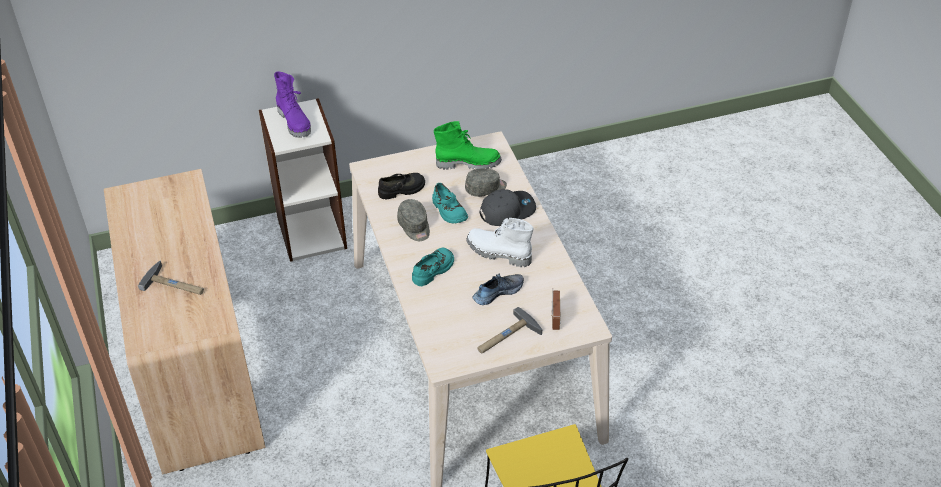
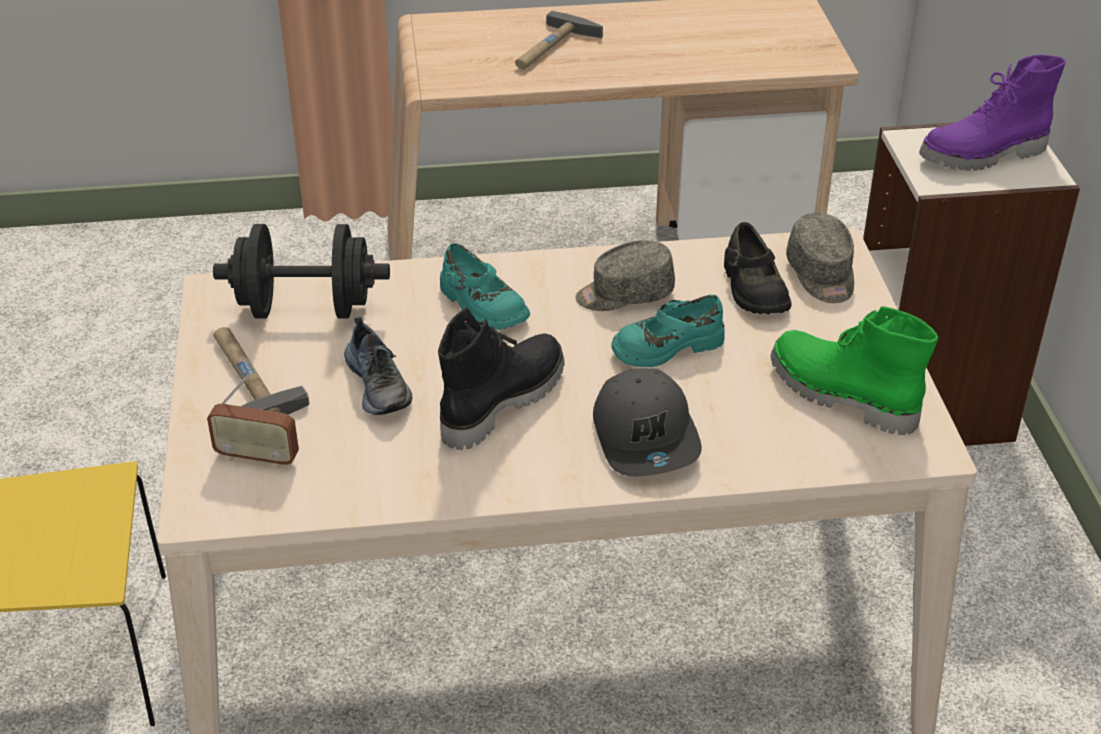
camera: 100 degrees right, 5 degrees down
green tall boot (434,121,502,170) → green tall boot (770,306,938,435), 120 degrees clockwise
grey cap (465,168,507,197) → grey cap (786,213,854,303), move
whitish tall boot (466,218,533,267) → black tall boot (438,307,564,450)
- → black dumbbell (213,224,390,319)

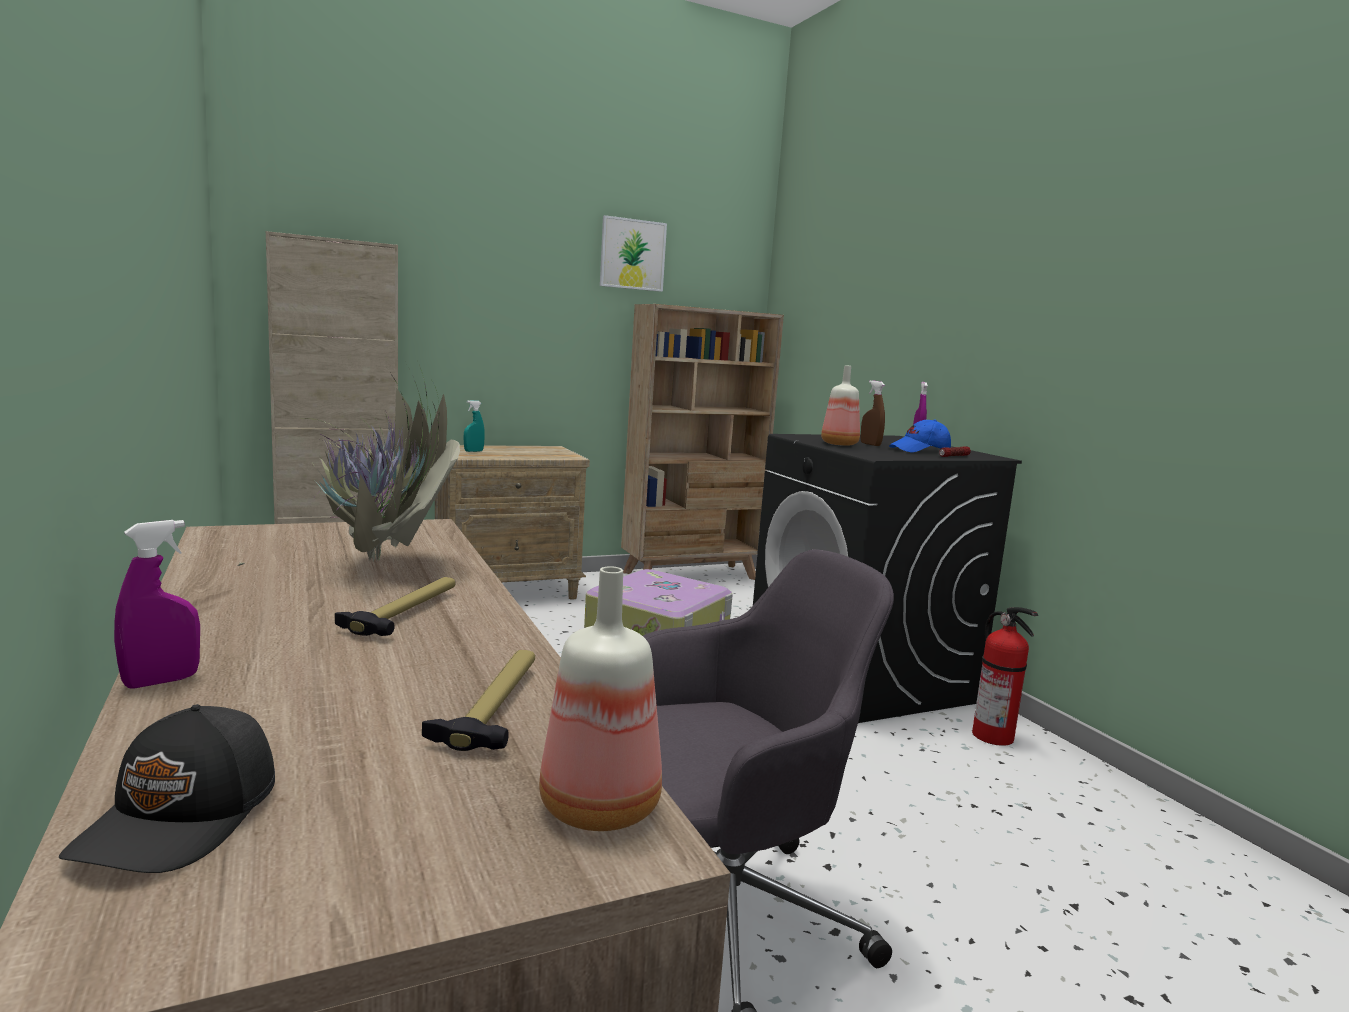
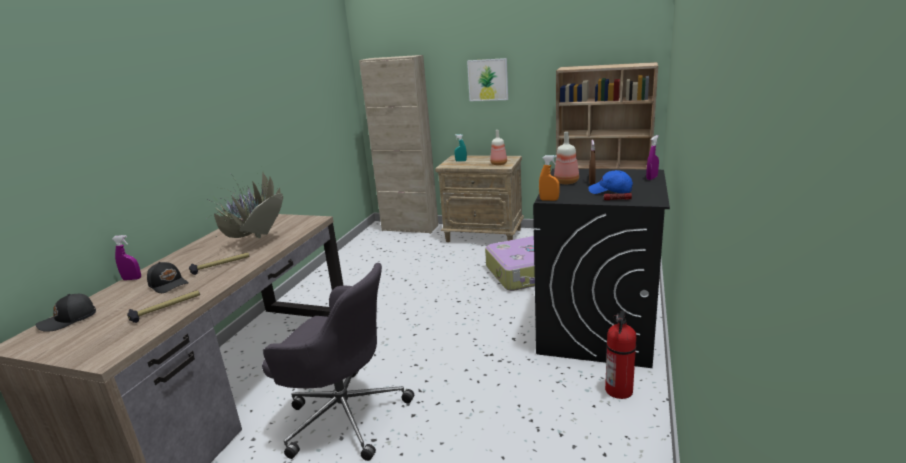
camera: 45 degrees right, 10 degrees up
drink bottle (539,566,662,831) → drink bottle (490,130,507,165), move
wall picture (600,215,667,292) → wall picture (467,58,508,101), move
- → black cap (147,262,189,293)
- → orangey hand sprayer (539,155,560,201)

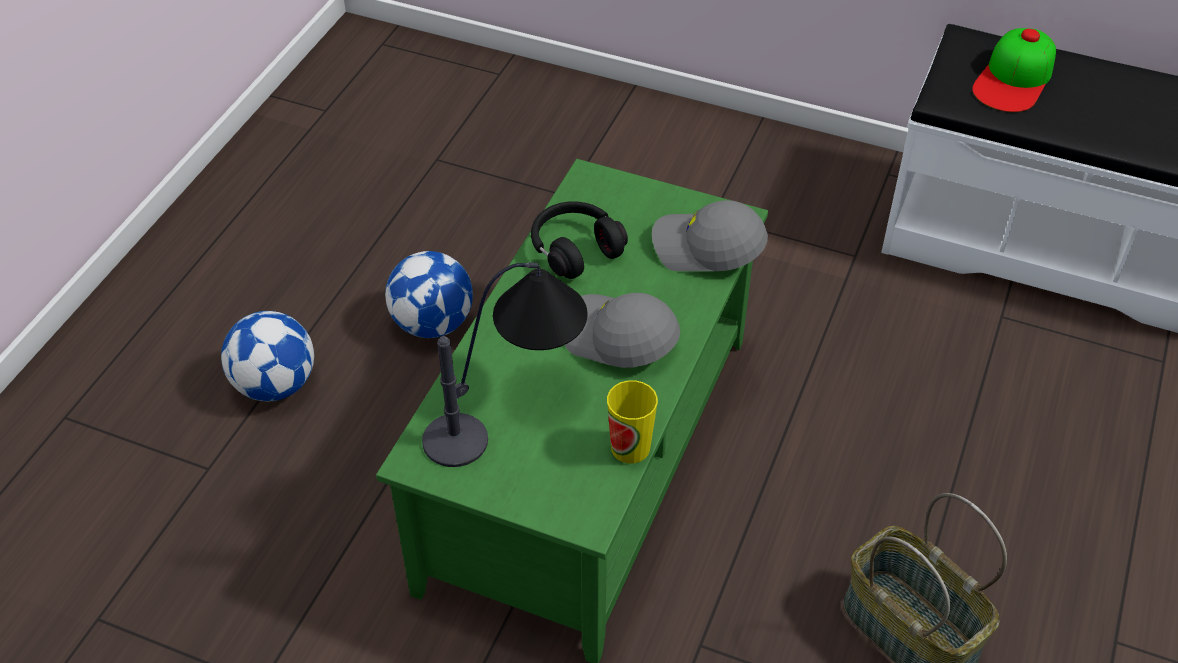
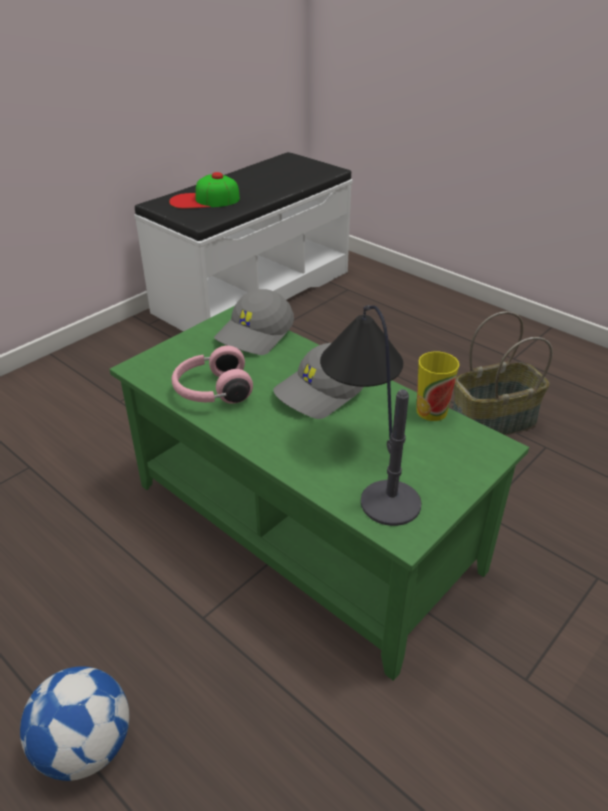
camera: 70 degrees left, 10 degrees down
football ball (385,251,473,338) → -
black headphones (531,201,628,279) → pink-coloured headphones (172,346,253,404)
cap (972,28,1056,112) → cap (169,172,240,209), 120 degrees clockwise

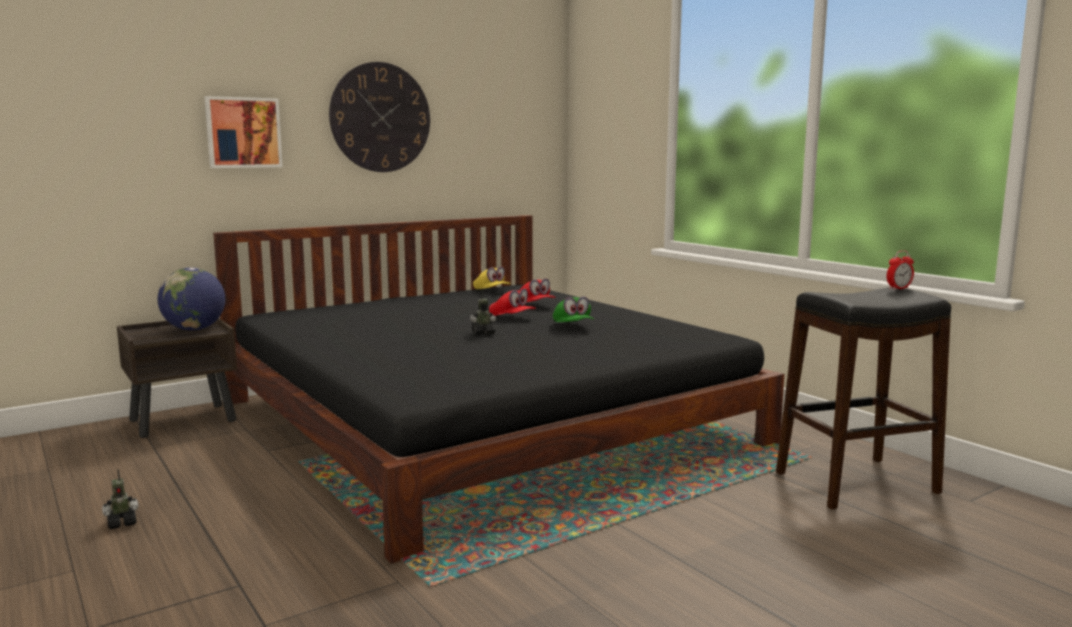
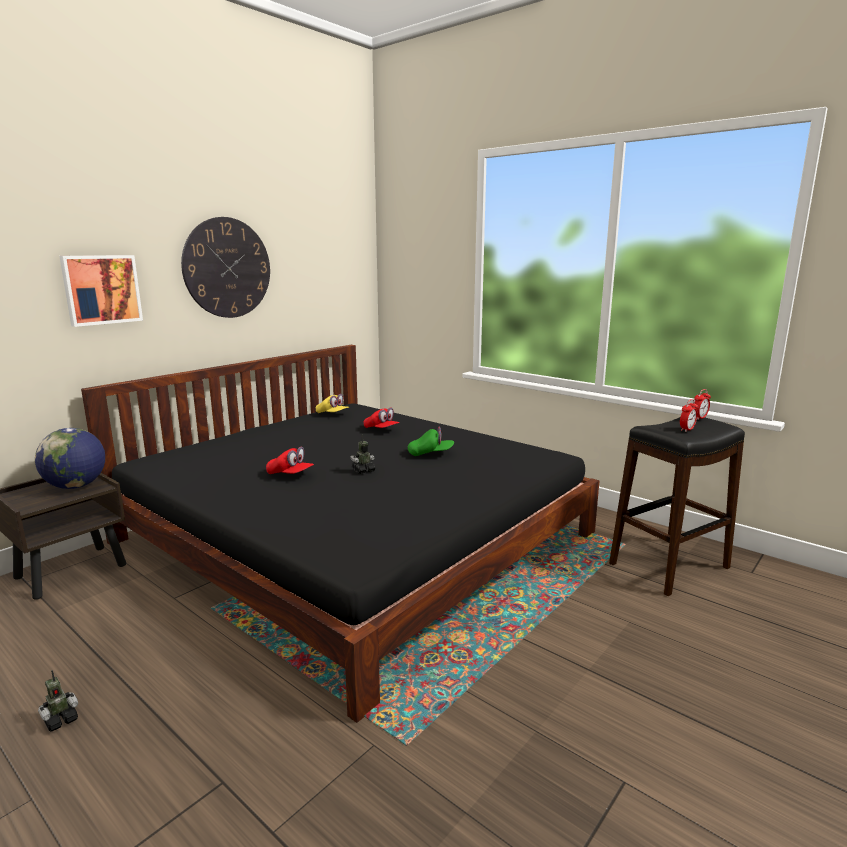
camera: 15 degrees left, 5 degrees up
reddish cap (489,289,536,316) → reddish cap (266,447,314,474), move
green cap (553,296,594,322) → green cap (408,426,454,456), 60 degrees counterclockwise
- → table clock (680,399,698,432)

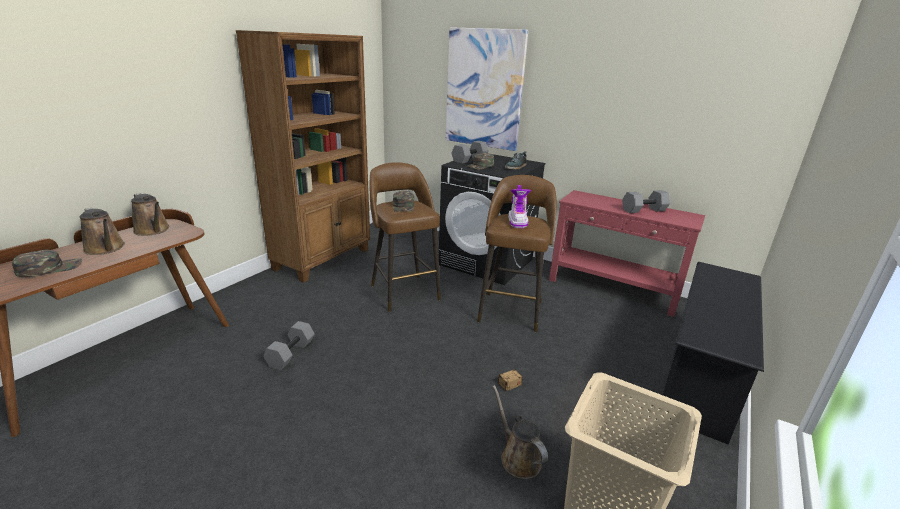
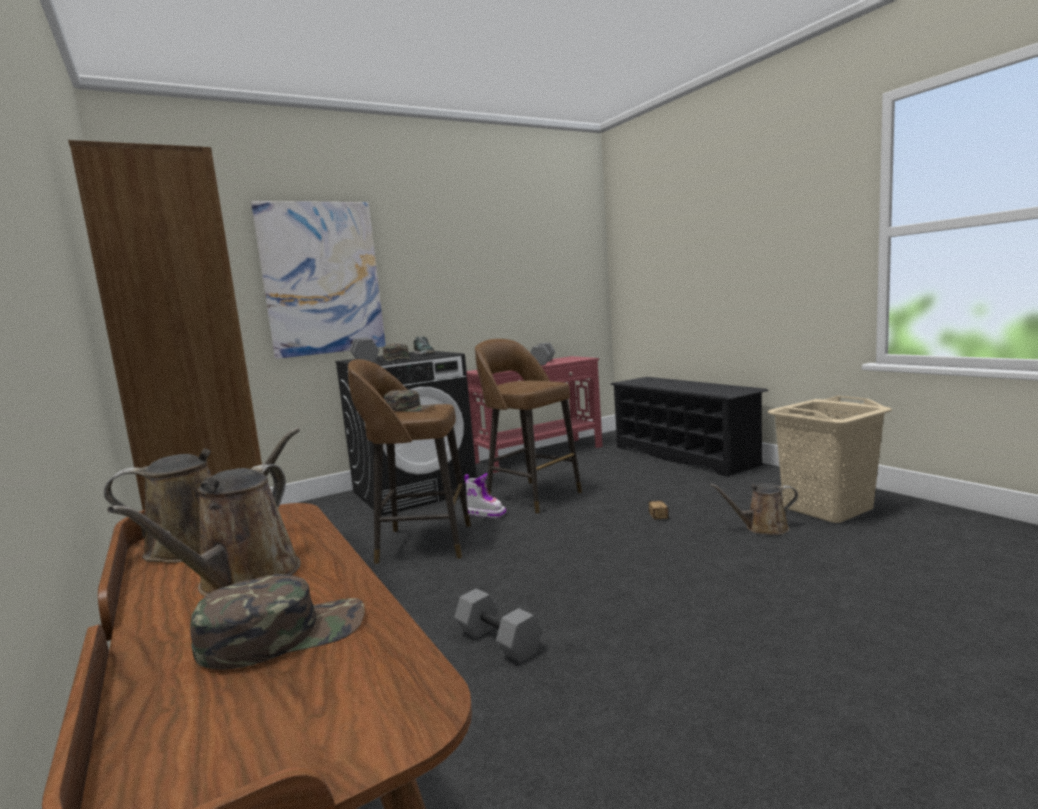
camera: 60 degrees left, 15 degrees down
green cap (12,250,82,277) → green cap (190,574,365,669), 75 degrees clockwise
brownish watering pot (80,207,125,255) → brownish watering pot (107,464,301,596), 120 degrees clockwise
tall boot (508,185,531,228) → tall boot (464,473,506,518), move

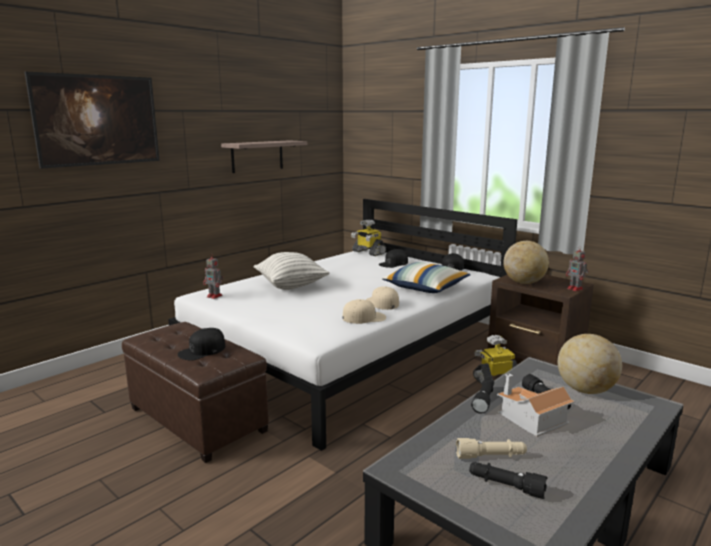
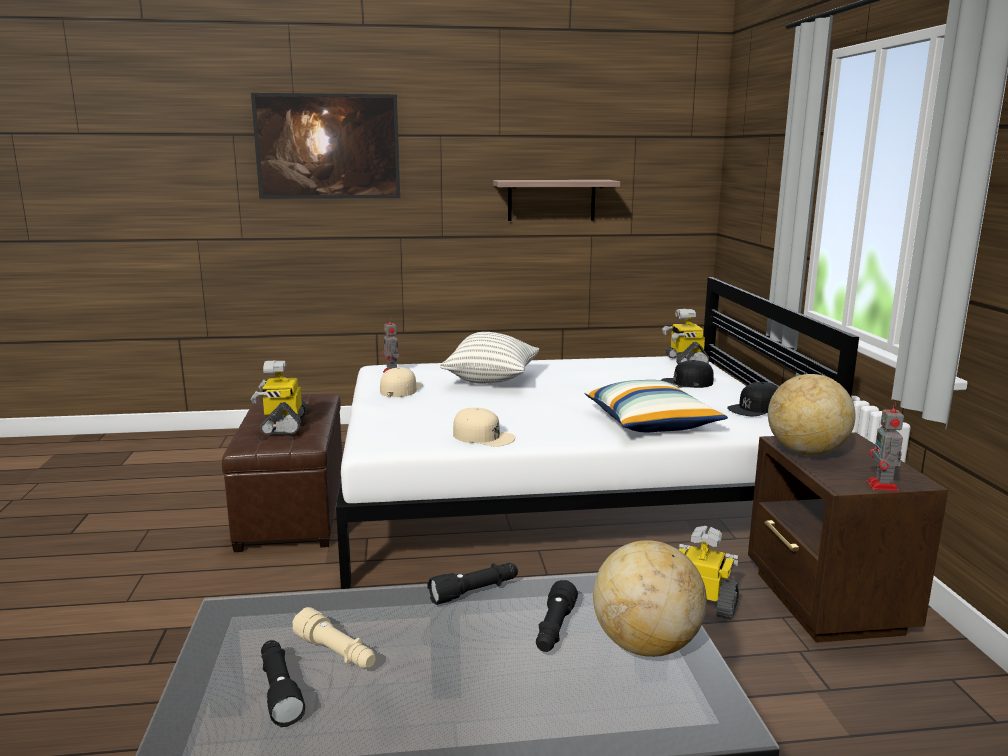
camera: 40 degrees right, 0 degrees up
black cap (178,328,225,360) → toy robot (251,361,307,435)
beige cap (366,286,399,310) → beige cap (380,367,423,397), move
model house (497,374,575,436) → -

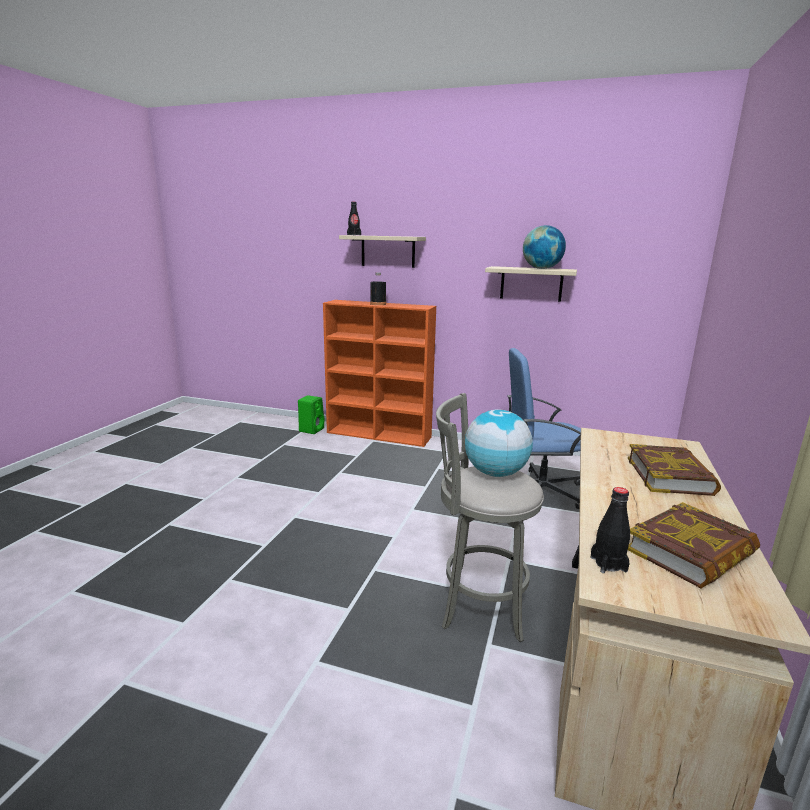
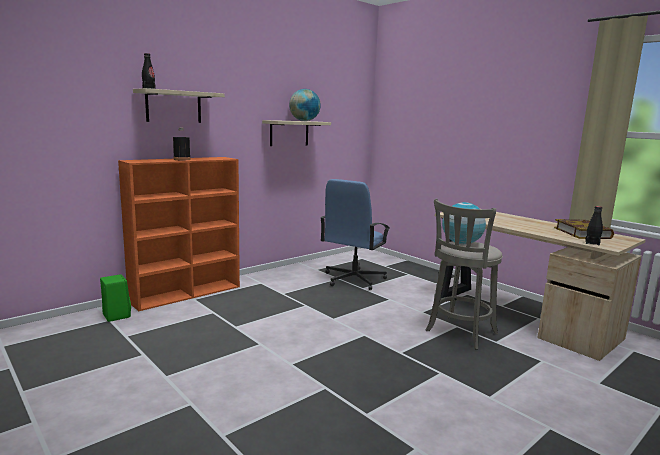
camera: 60 degrees left, 5 degrees down
book (628,444,721,496) → -

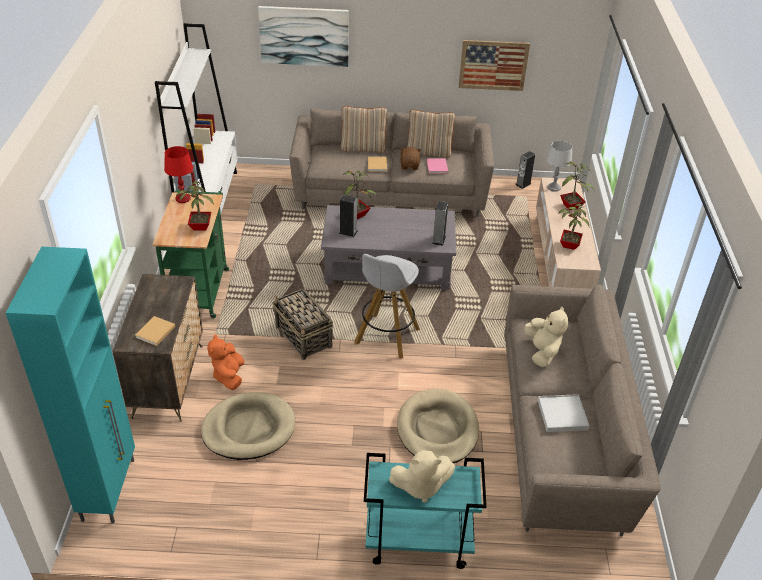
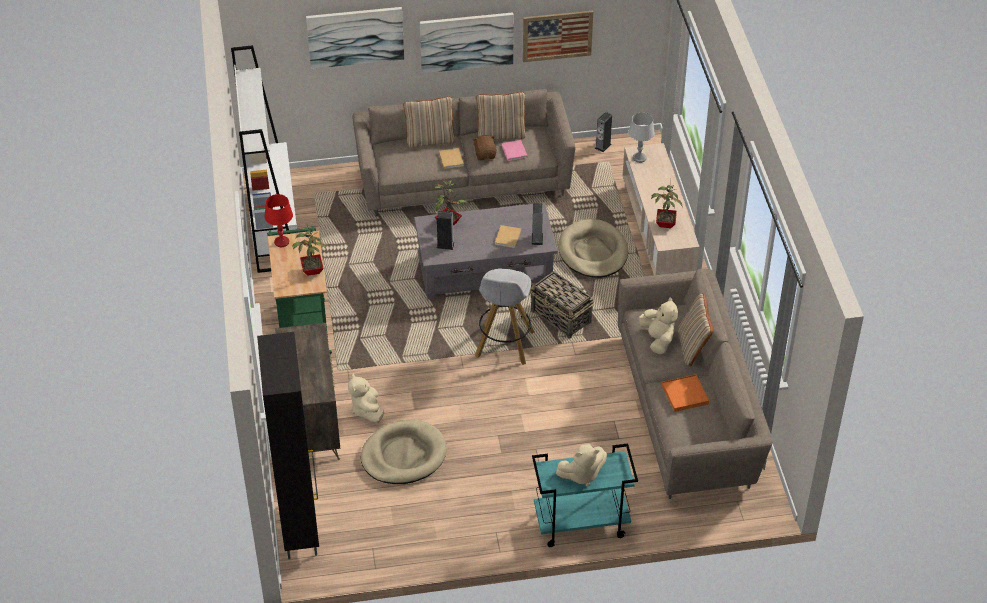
camera: 10 degrees left, 5 degrees up
turquoise-coloured storage cabinet (6,247,135,523) → black storage cabinet (257,332,319,559)
beige book (135,316,175,346) → beige book (495,225,521,248), move
orangey plush toy (207,334,245,390) → beige plush toy (348,373,384,423)
household basket (272,289,333,360) → household basket (530,271,594,338), move
beige dog cushion (397,389,479,463) → beige dog cushion (558,219,628,278), move
whitish carrying tray (538,394,589,432) → orangey carrying tray (662,374,709,412)
plant in a pot (560,162,595,210) → -
- → wall picture (420,12,514,73)
- → beige throw pillow (678,293,713,366)

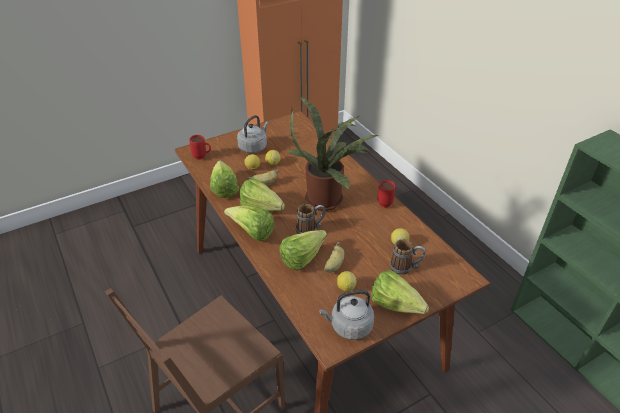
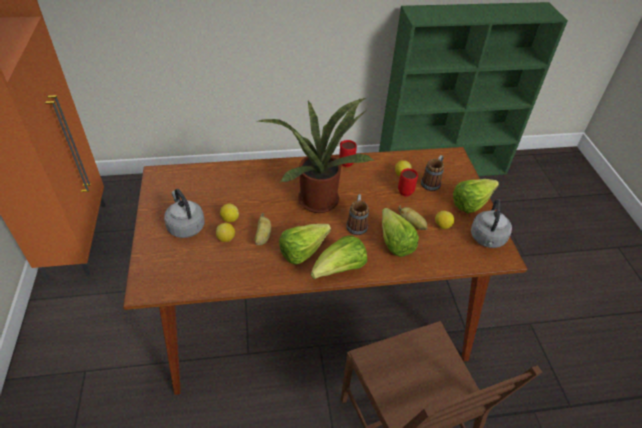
camera: 70 degrees left, 5 degrees up
reddish mug (189,135,211,160) → reddish mug (398,168,418,197), move
lettuce head (210,160,239,198) → -

